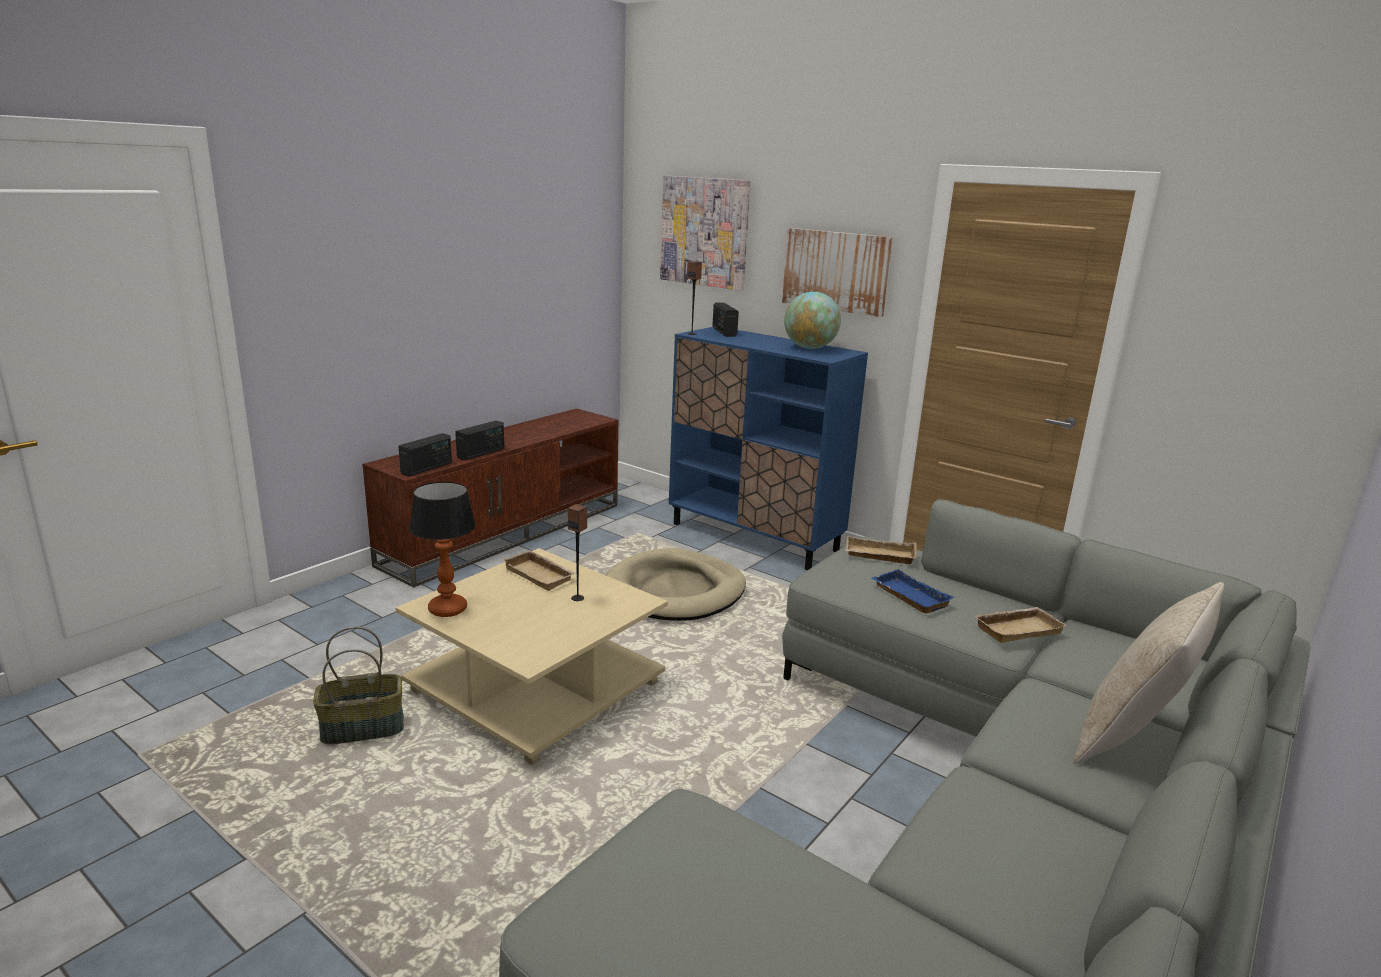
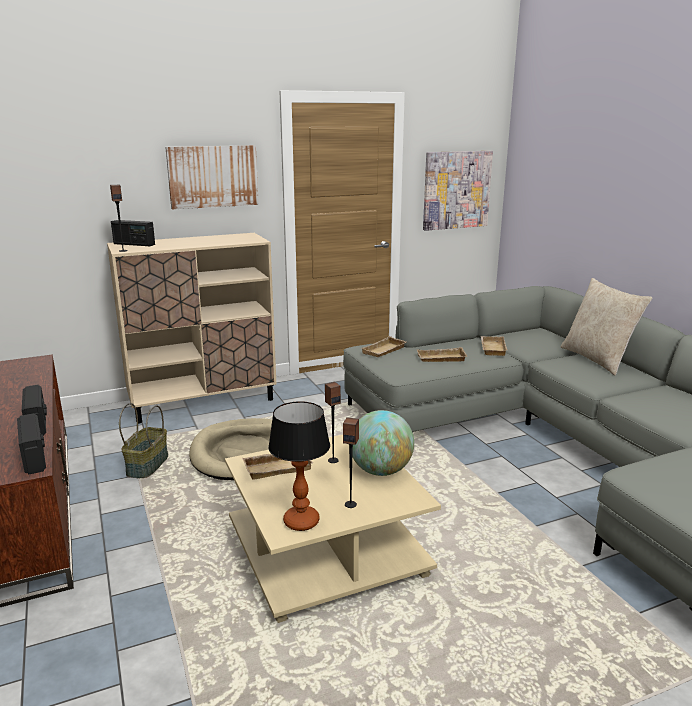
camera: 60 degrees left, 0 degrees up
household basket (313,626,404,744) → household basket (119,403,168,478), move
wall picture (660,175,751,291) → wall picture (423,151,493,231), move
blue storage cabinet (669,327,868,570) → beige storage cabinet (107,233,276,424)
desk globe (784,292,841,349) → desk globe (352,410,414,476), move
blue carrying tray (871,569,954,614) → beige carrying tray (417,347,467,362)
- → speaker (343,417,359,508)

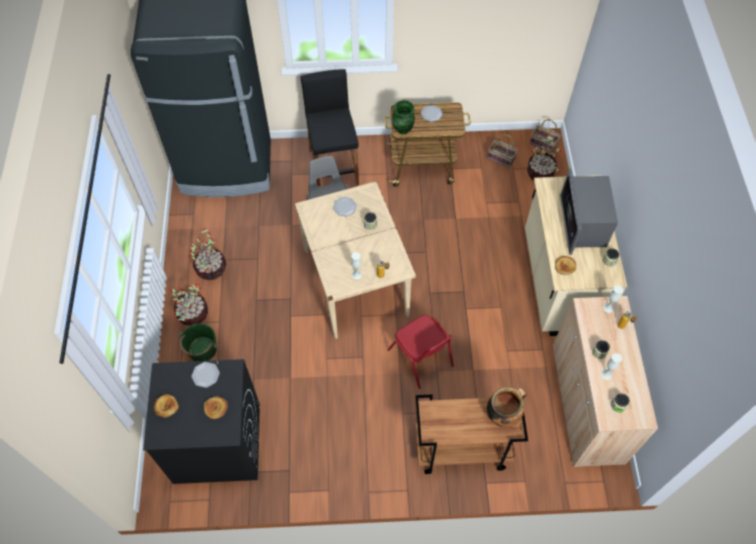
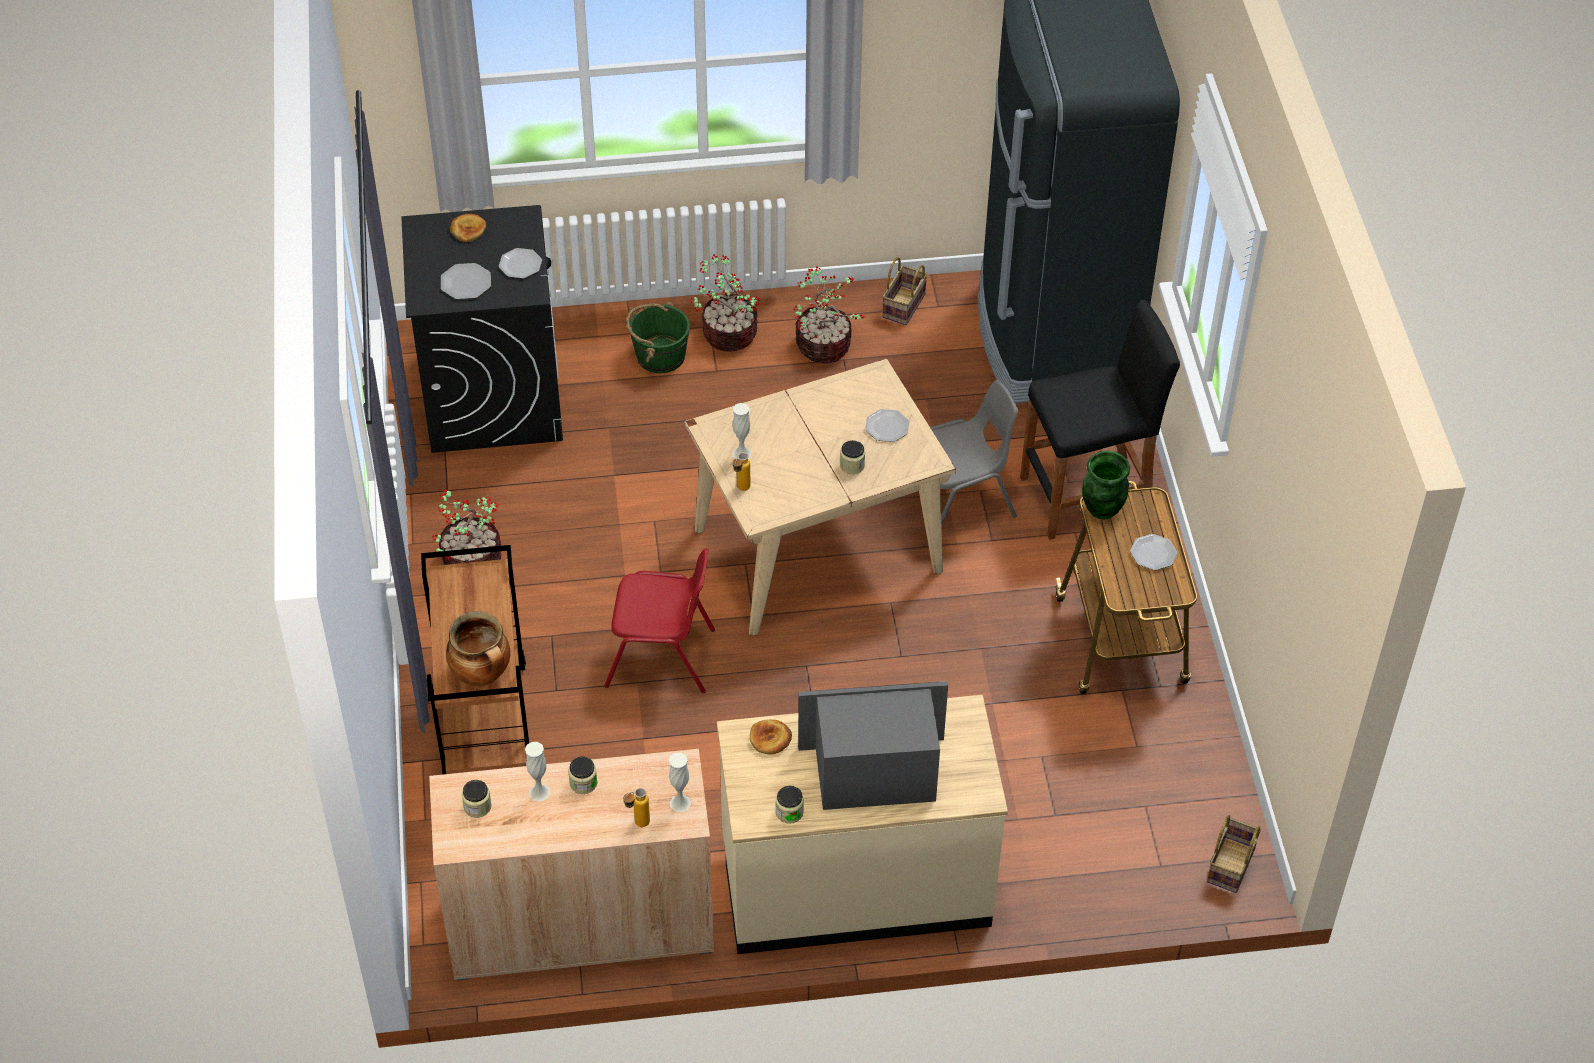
camera: 85 degrees right, 10 degrees down
baked bread (204,396,228,419) → plate (441,263,491,299)
reddish plain chair (387,315,454,389) → reddish plain chair (604,549,715,693), 135 degrees counterclockwise
household basket (487,134,518,168) → household basket (882,257,927,325), move
plant in a pot (527,134,561,181) → plant in a pot (432,490,501,565), move

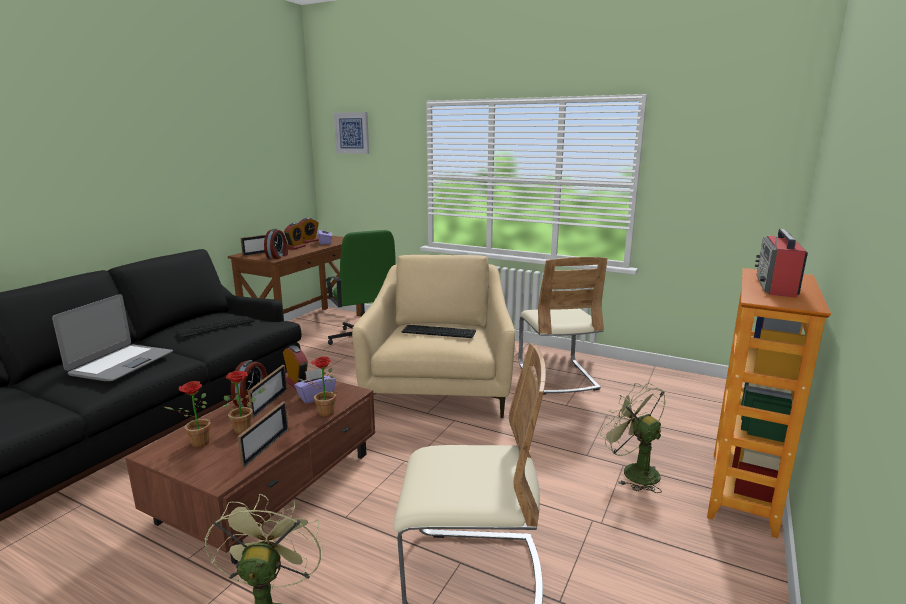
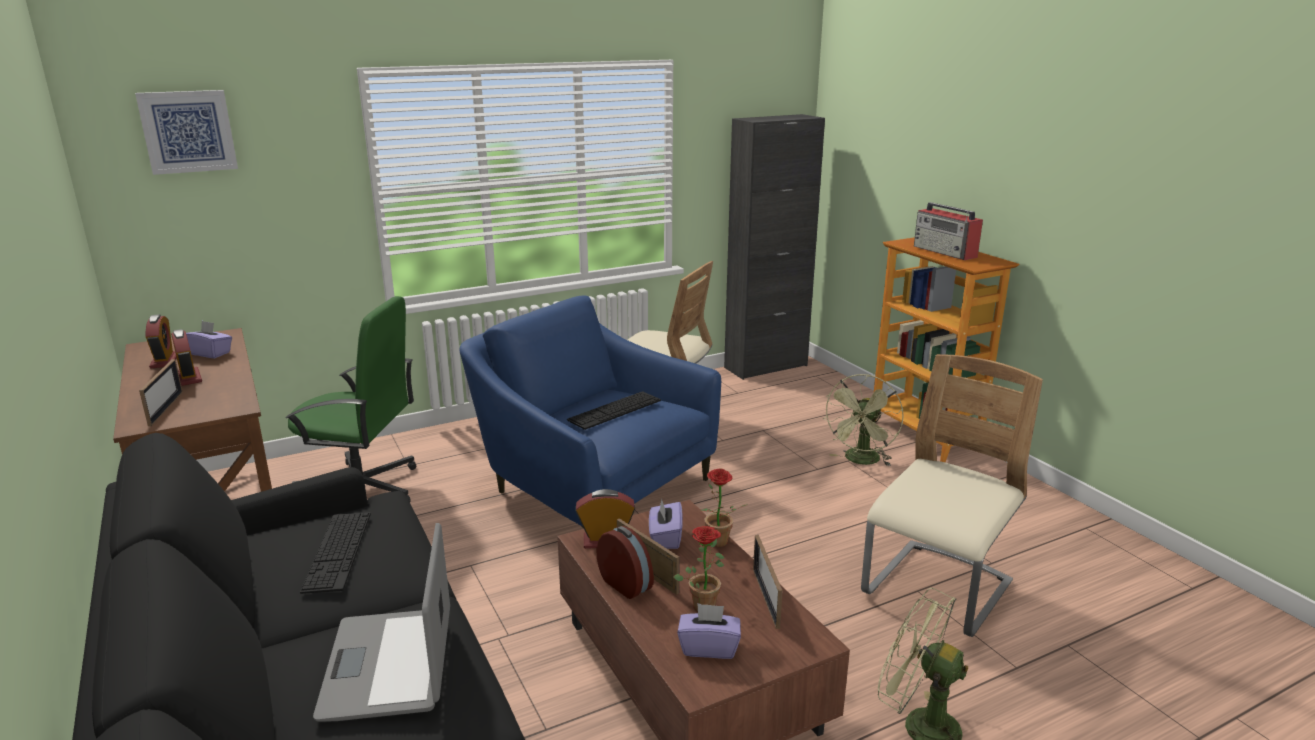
camera: 55 degrees left, 5 degrees up
portable computer (52,294,173,381) → portable computer (313,523,450,722), 150 degrees counterclockwise
plant in a pot (164,381,213,448) → purplish box of tissues (677,603,741,659)
picture frame (237,401,288,468) → picture frame (753,535,783,629), 150 degrees counterclockwise
table clock (264,229,288,259) → -
beige lounge chair (352,255,515,418) → blue lounge chair (459,295,721,527)
green cooling fan (600,383,666,493) → green cooling fan (823,374,904,466), 60 degrees counterclockwise
- → black storage cabinet (724,114,825,380)

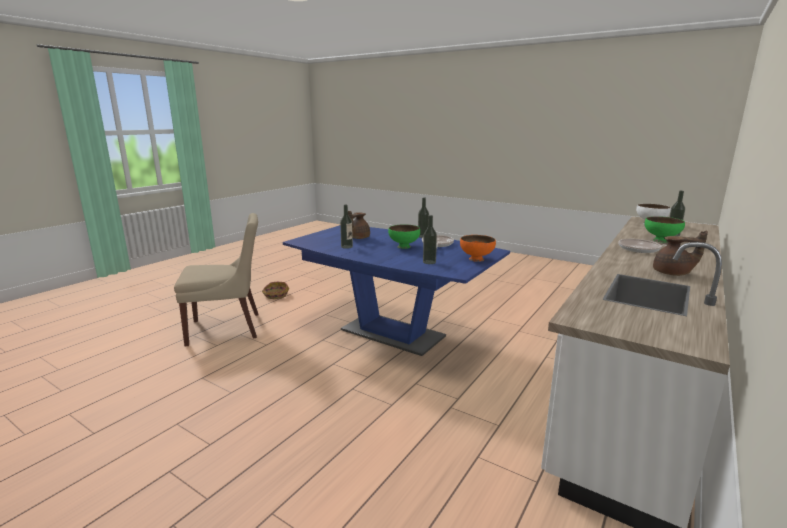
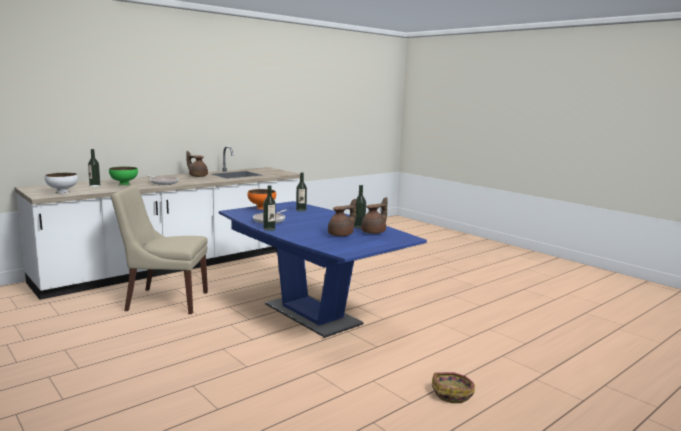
camera: 165 degrees left, 5 degrees down
beige plain chair (174,213,258,347) → beige plain chair (111,185,208,314), move
green serving bowl (388,224,420,249) → -
- → brownish pot for tea (361,197,387,234)

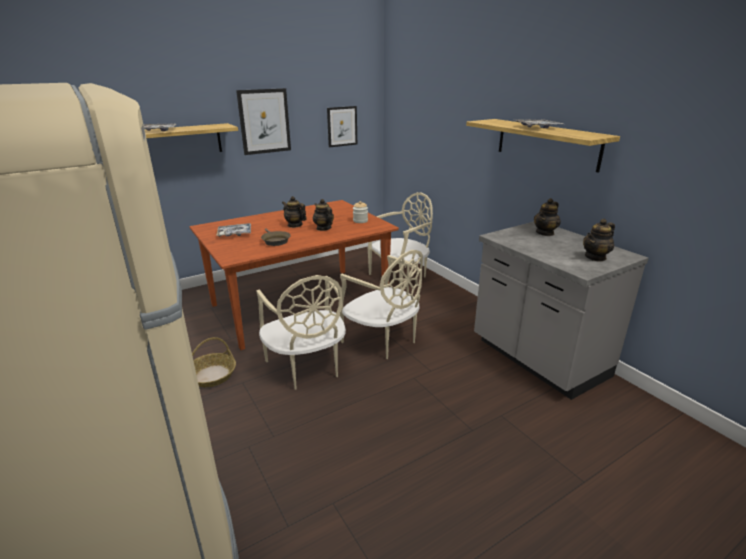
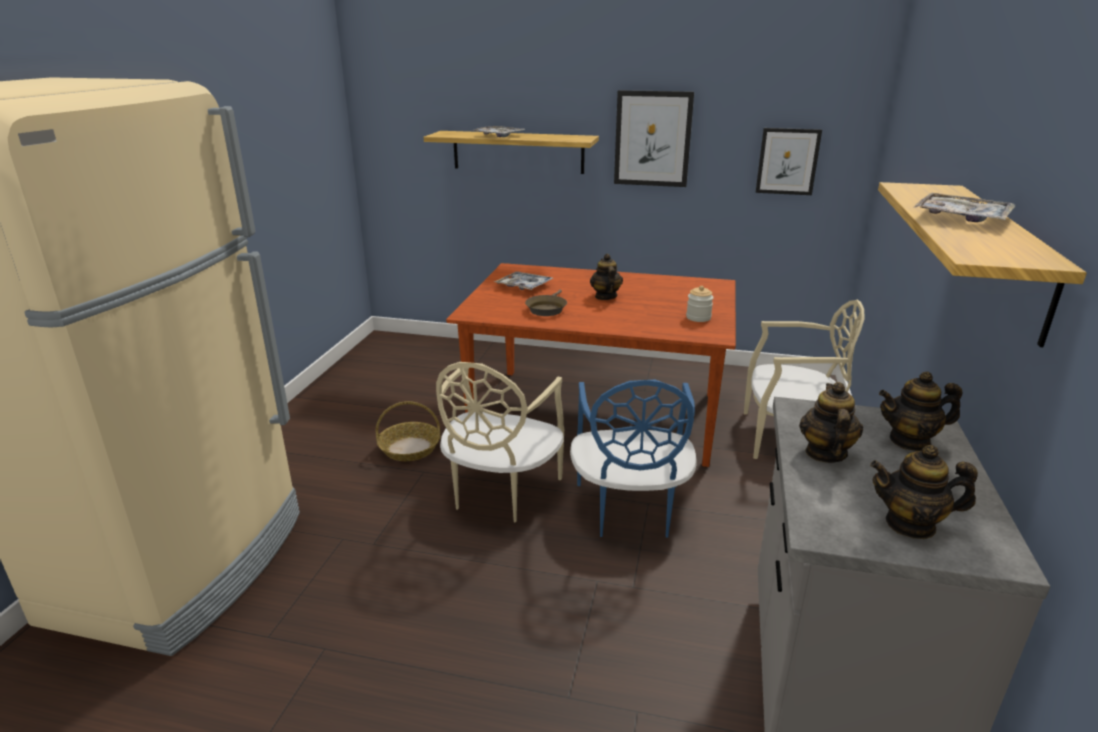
camera: 45 degrees right, 0 degrees up
pot for tea (313,199,334,231) → pot for tea (799,382,863,463), move
beige plain chair (340,250,423,359) → blue plain chair (570,380,697,538)

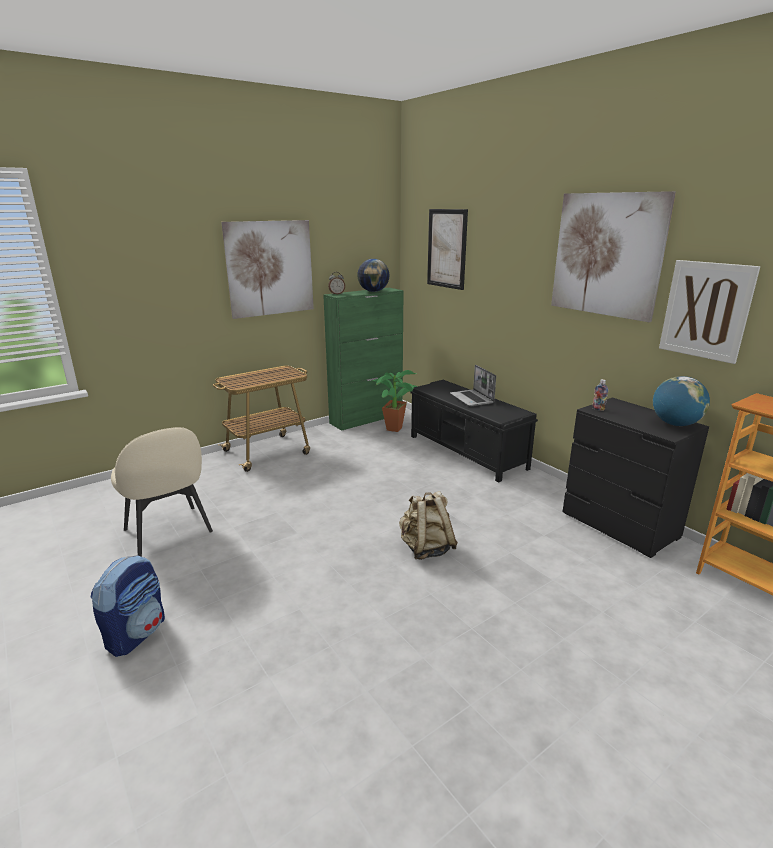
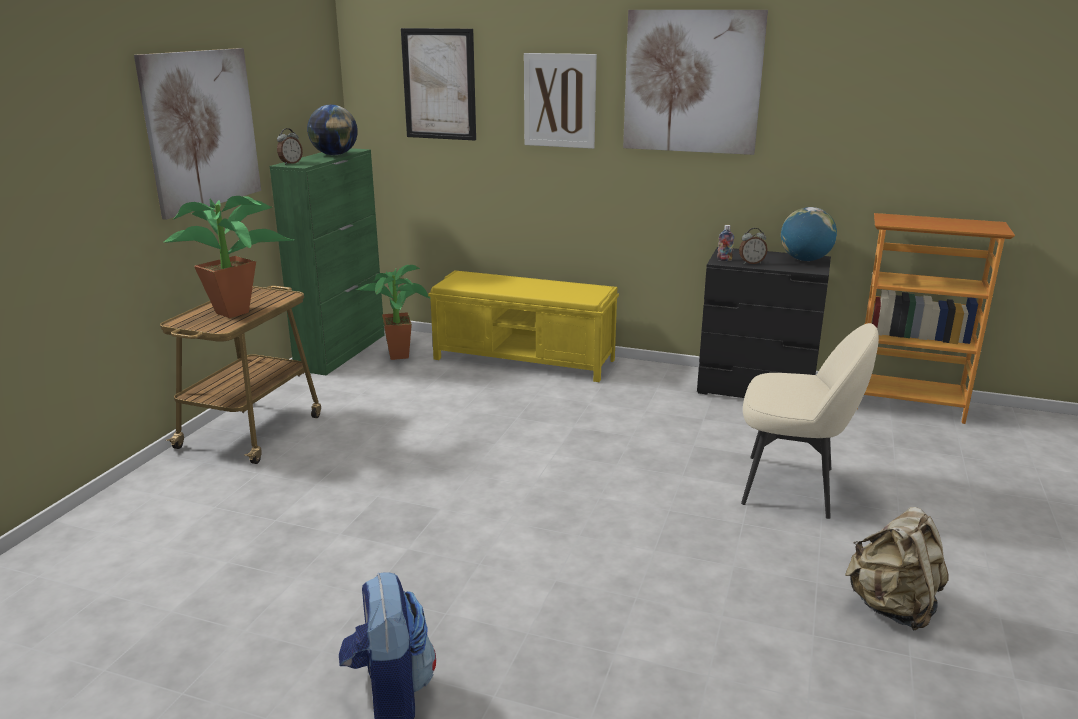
camera: 35 degrees left, 0 degrees up
beige plain chair (111,427,213,557) → beige plain chair (741,323,879,519), move
beige rucksack (399,491,458,560) → beige rucksack (845,507,948,631), move
black indoor bench (410,380,538,482) → yellow indoor bench (428,270,619,382)
portable computer (450,365,496,406) → -
wall picture (659,260,760,364) → wall picture (524,53,597,149), move
- → plant in a pot (164,196,293,318)
- → table clock (739,228,768,264)

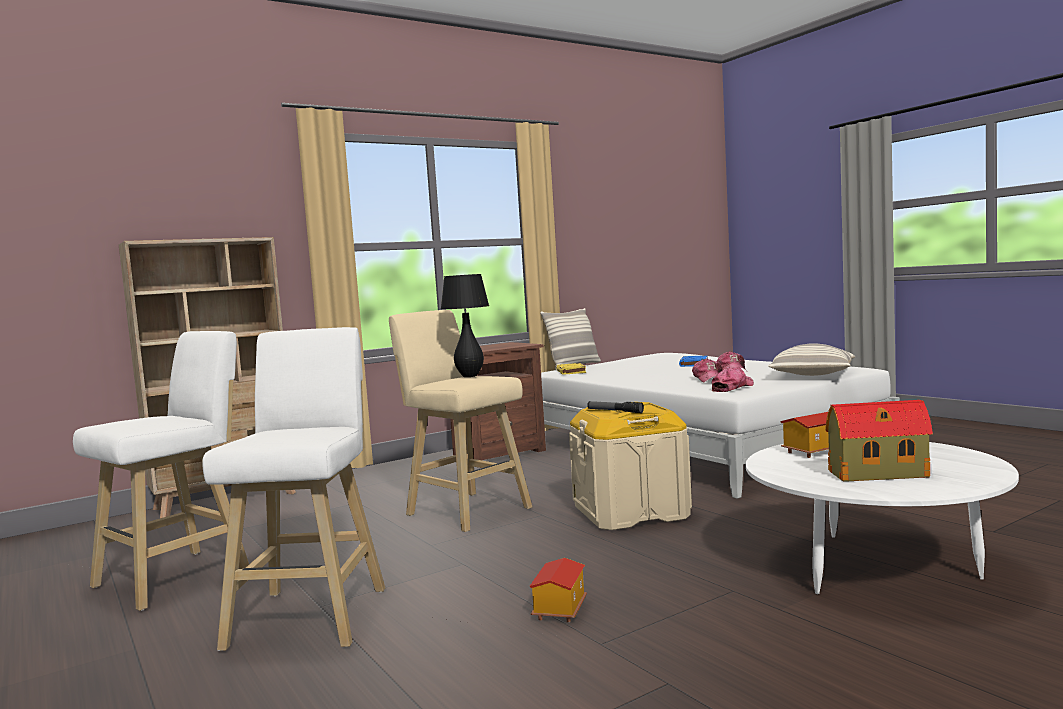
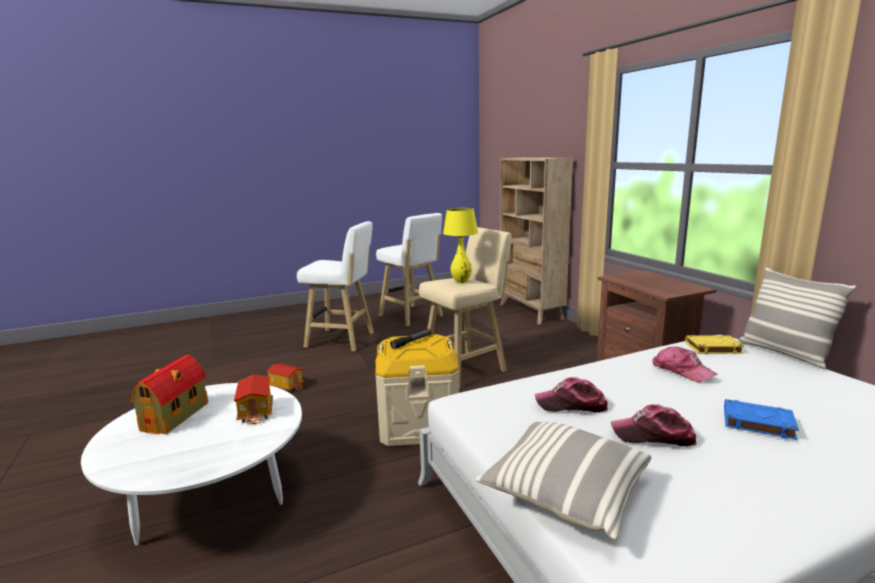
camera: 100 degrees right, 10 degrees up
black tabletop lamp (441,274,489,377) → yellow tabletop lamp (443,208,478,283)
cap (712,367,754,392) → cap (653,346,718,382), move

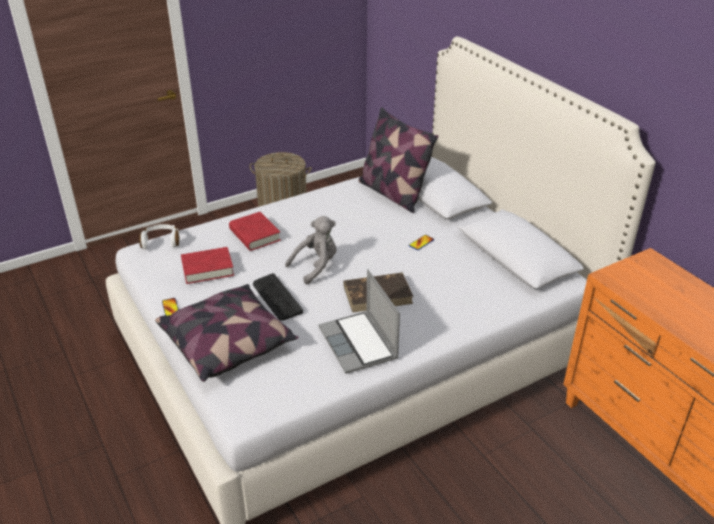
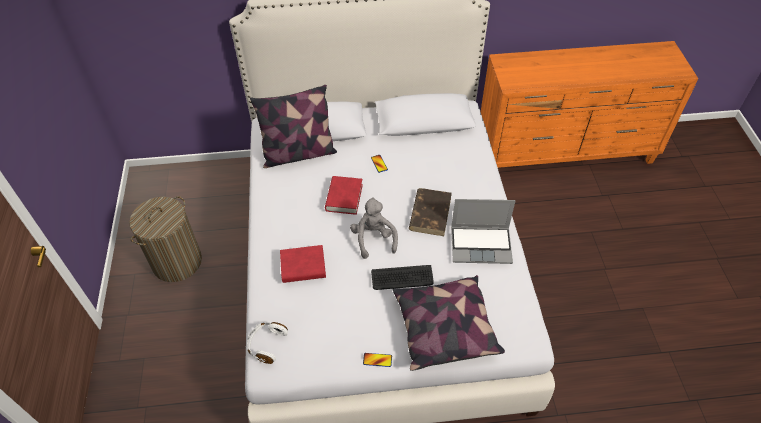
camera: 65 degrees left, 15 degrees up
reddish book (181,247,234,284) → reddish book (325,176,363,215), move

